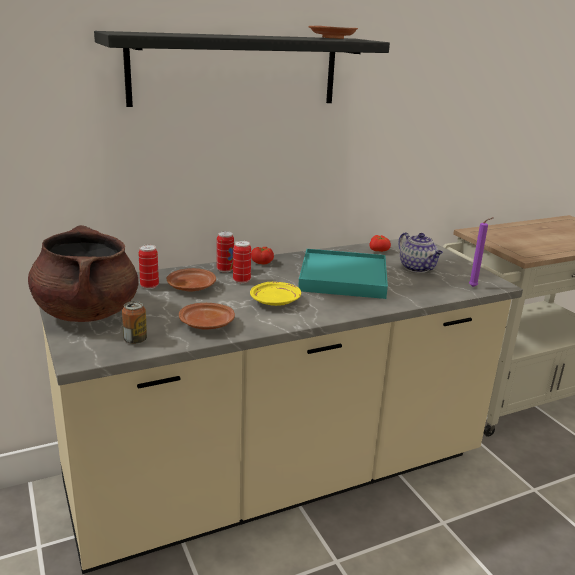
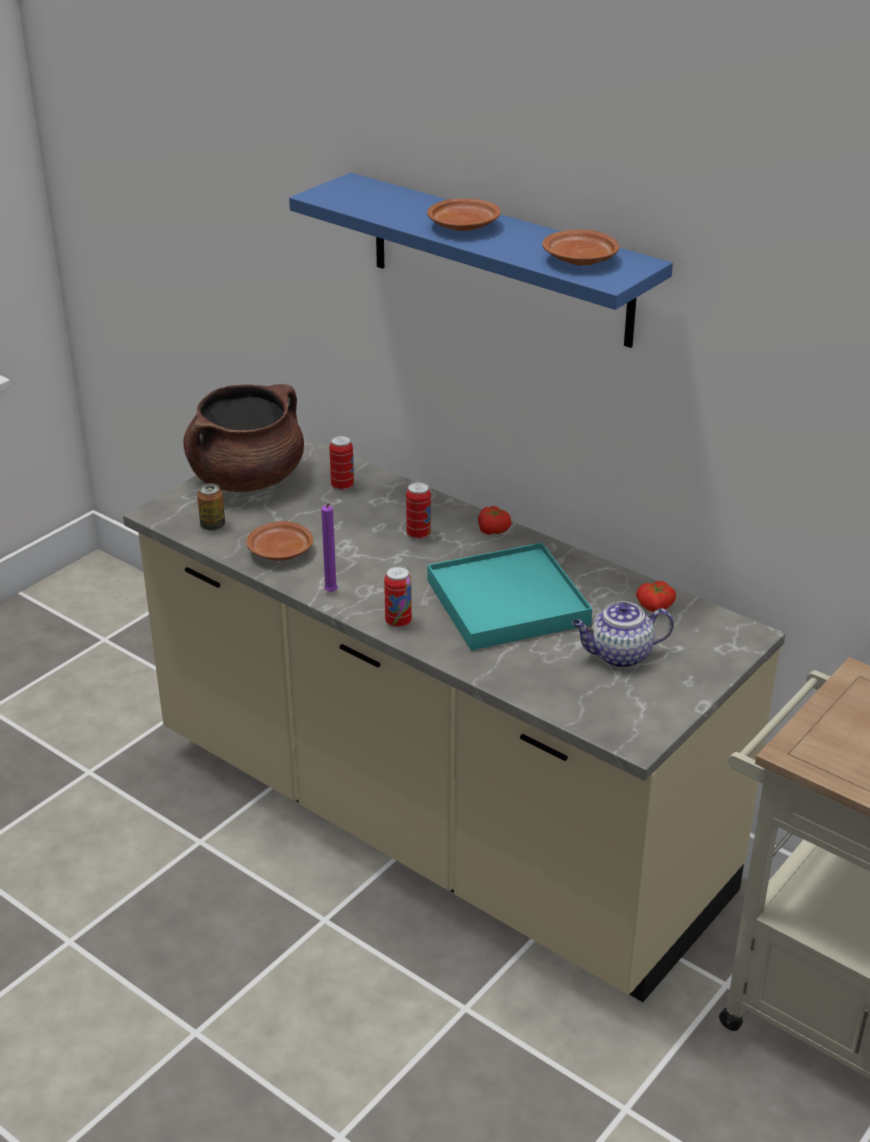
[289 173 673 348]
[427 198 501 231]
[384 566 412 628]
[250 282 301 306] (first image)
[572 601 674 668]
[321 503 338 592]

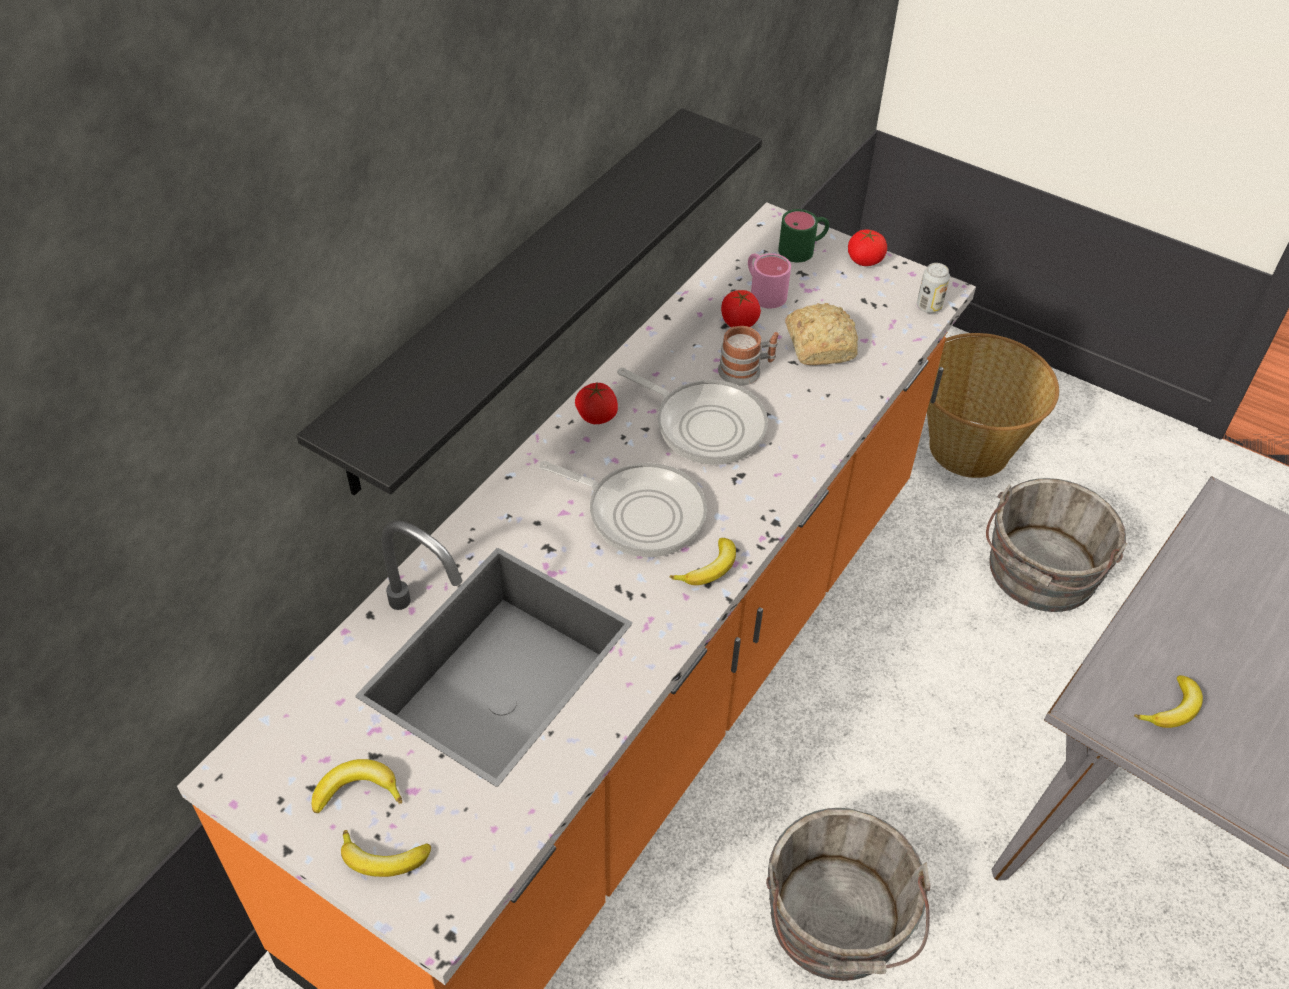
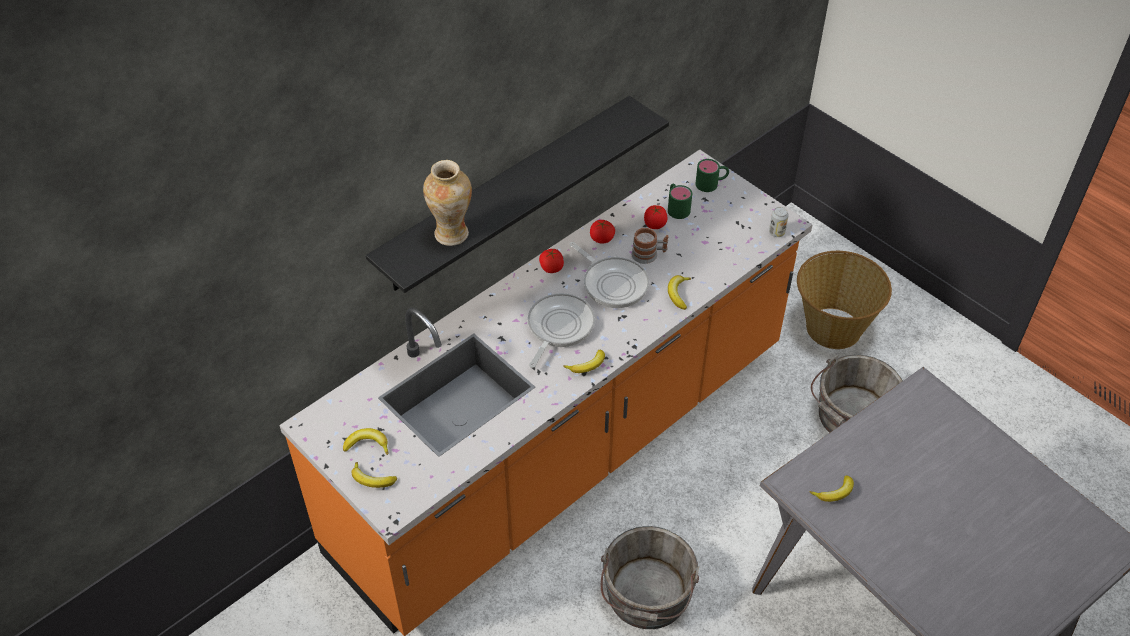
[528 293 595 368]
[668 184 692 219]
[785 303 858 365] (first image)
[590 220 615 244]
[423 160 472 246]
[668 275 691 310]

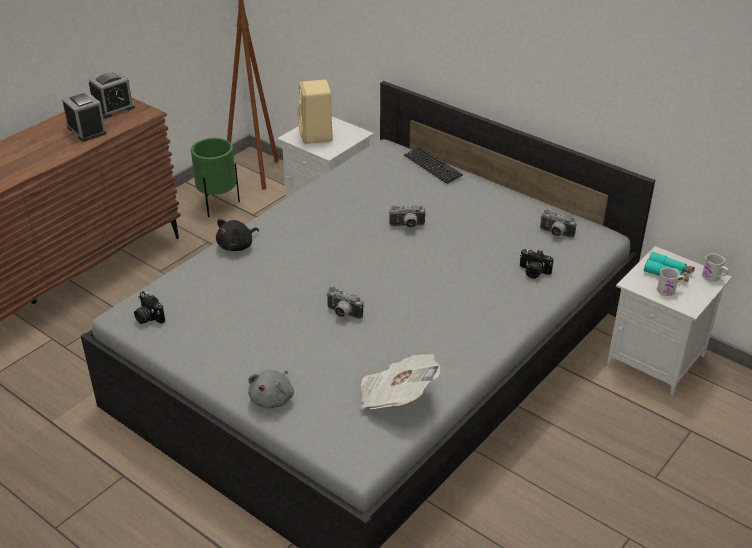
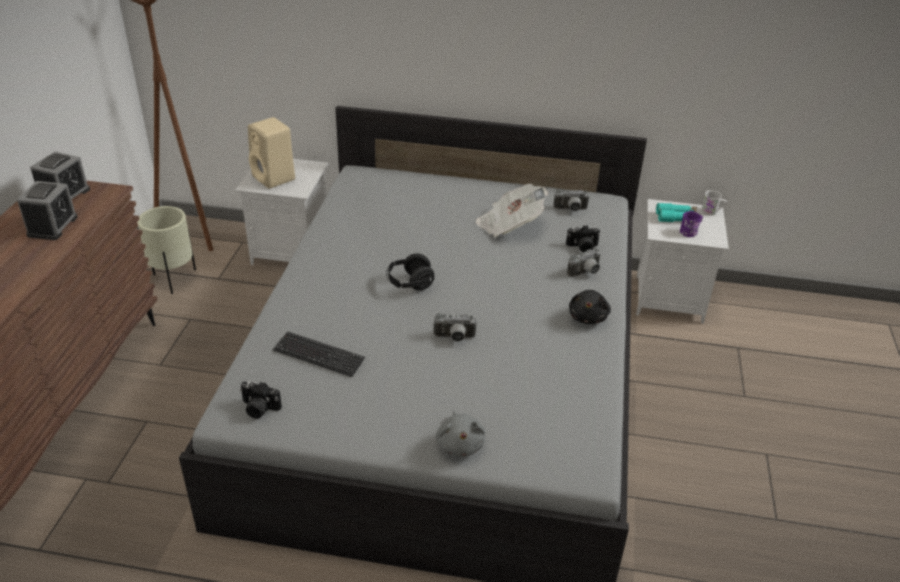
[17 181 78 240]
[137 206 196 294]
[569 290 611 324]
[476 184 548 237]
[567 248 601 277]
[273 331 365 377]
[680 211 703 237]
[386 253 434 291]

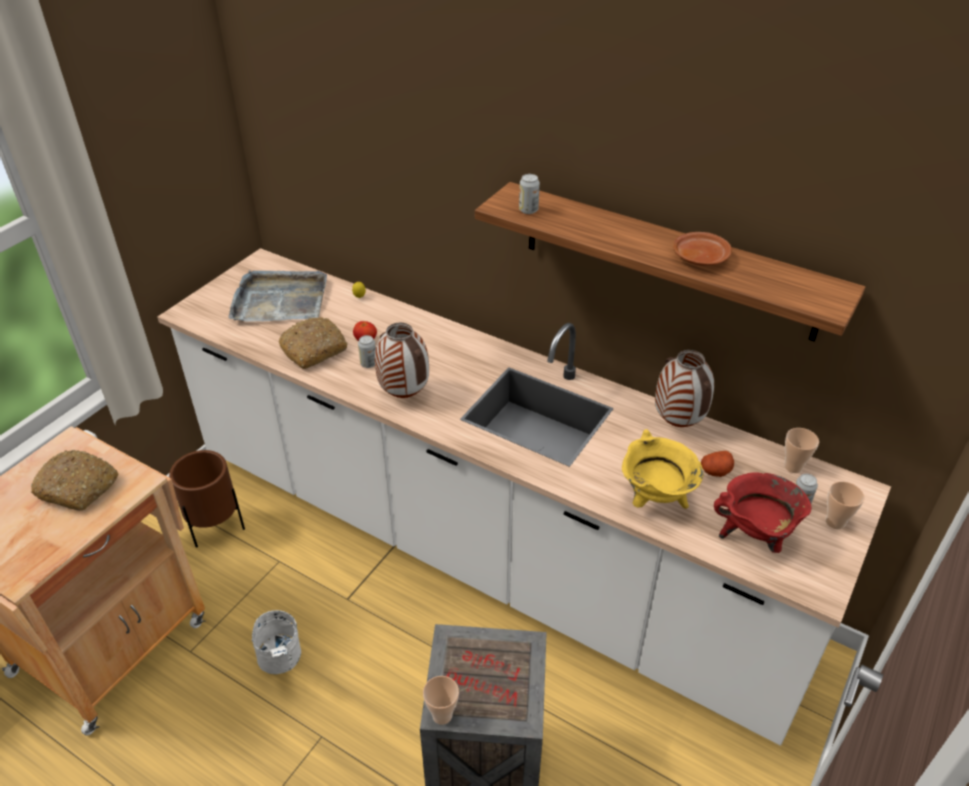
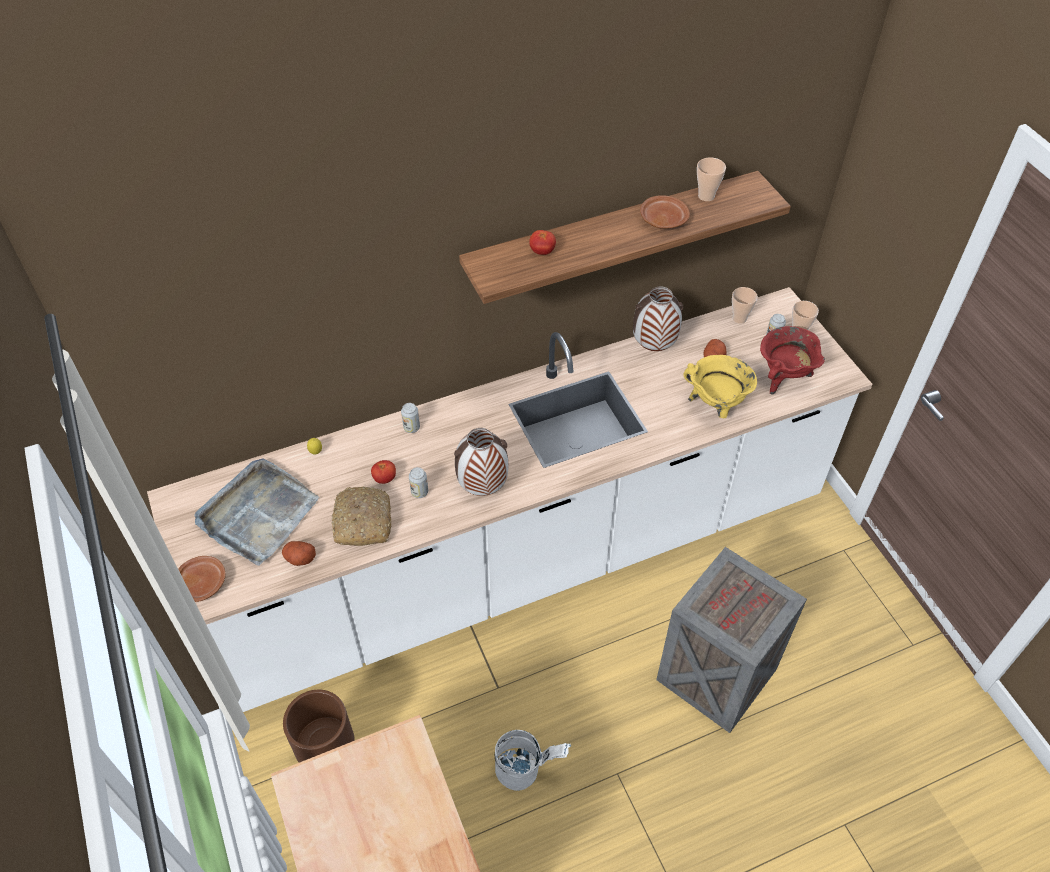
[31 450 118 511] (first image)
[697 158 726 201]
[401 403 420 433]
[178 556 225 602]
[282 541 316 566]
[529 230 556 255]

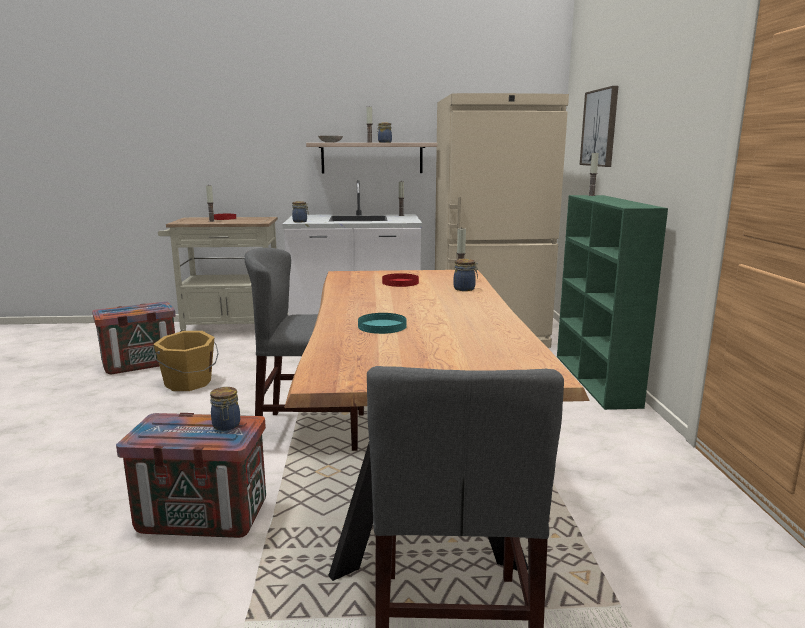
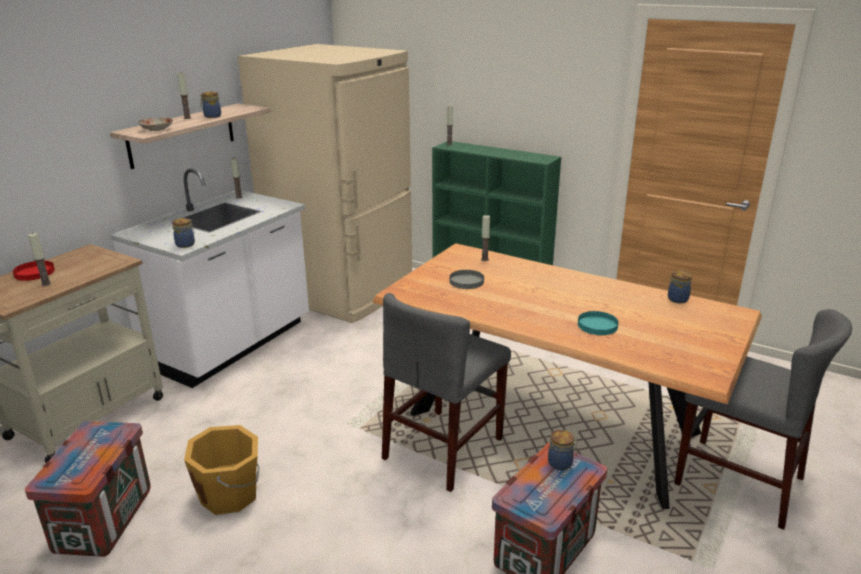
[450 270 484 289]
[668 271 692 303]
[580 86 618 167] (first image)

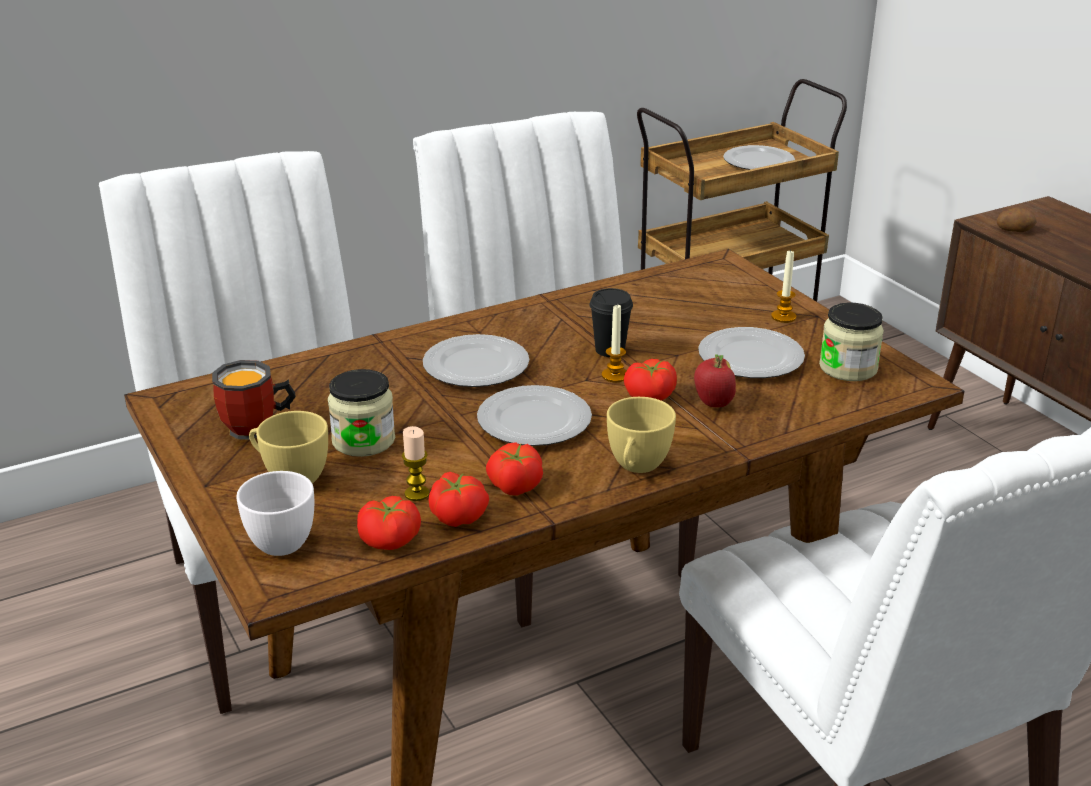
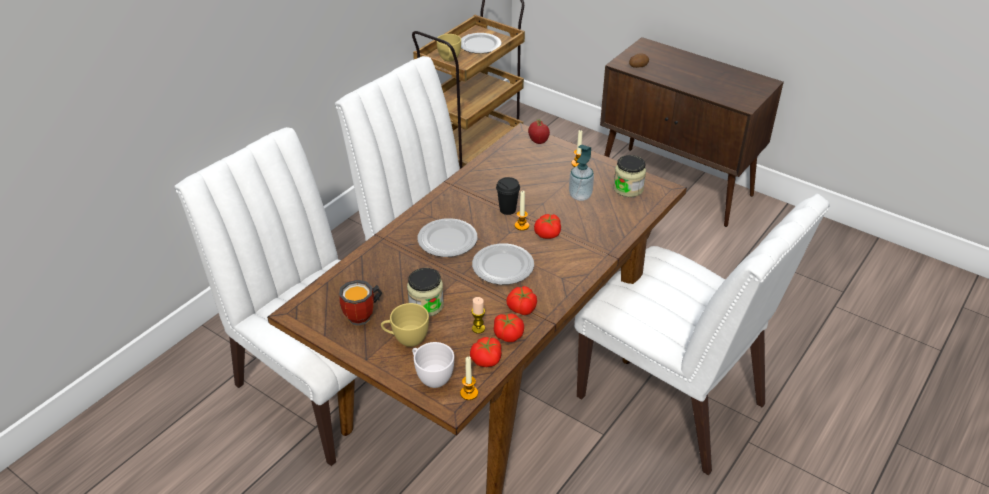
[437 34 461 62]
[528 119 550 144]
[569 145 594 201]
[460 356 478 400]

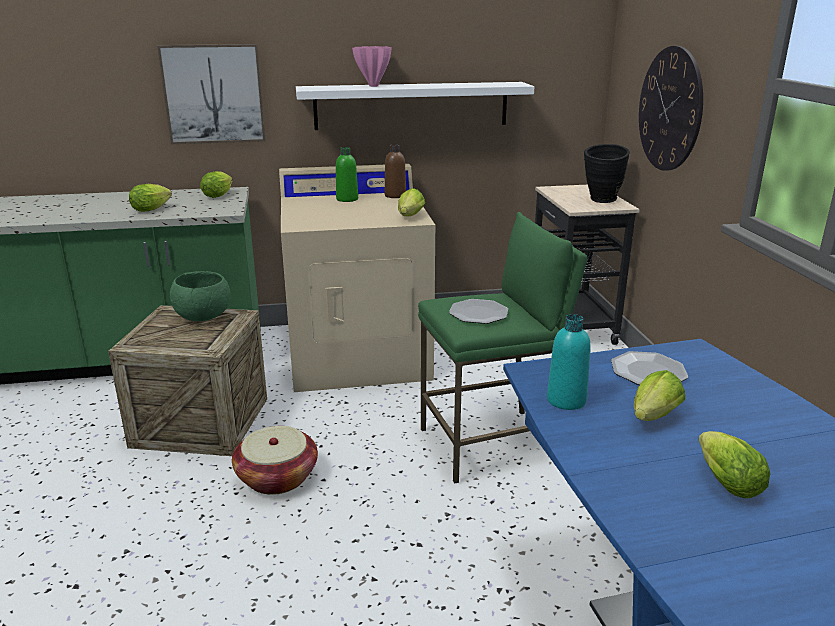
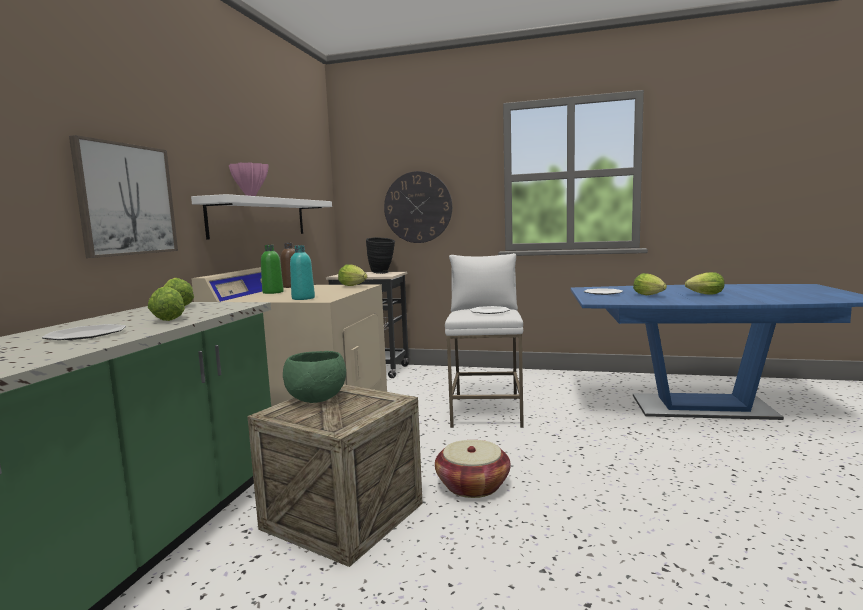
[445 253 524 428]
[290 245 315 300]
[42 324 126 340]

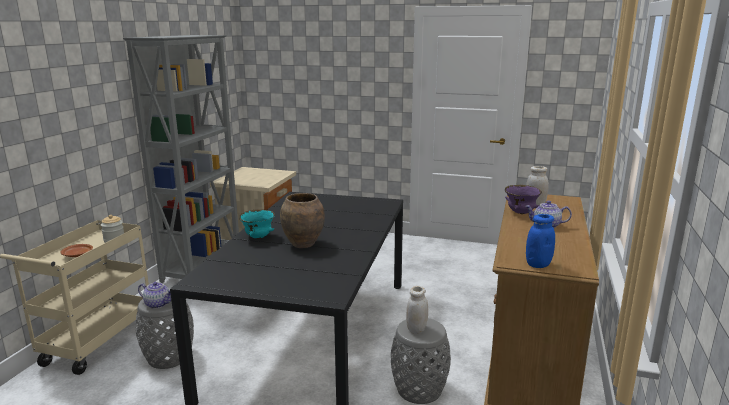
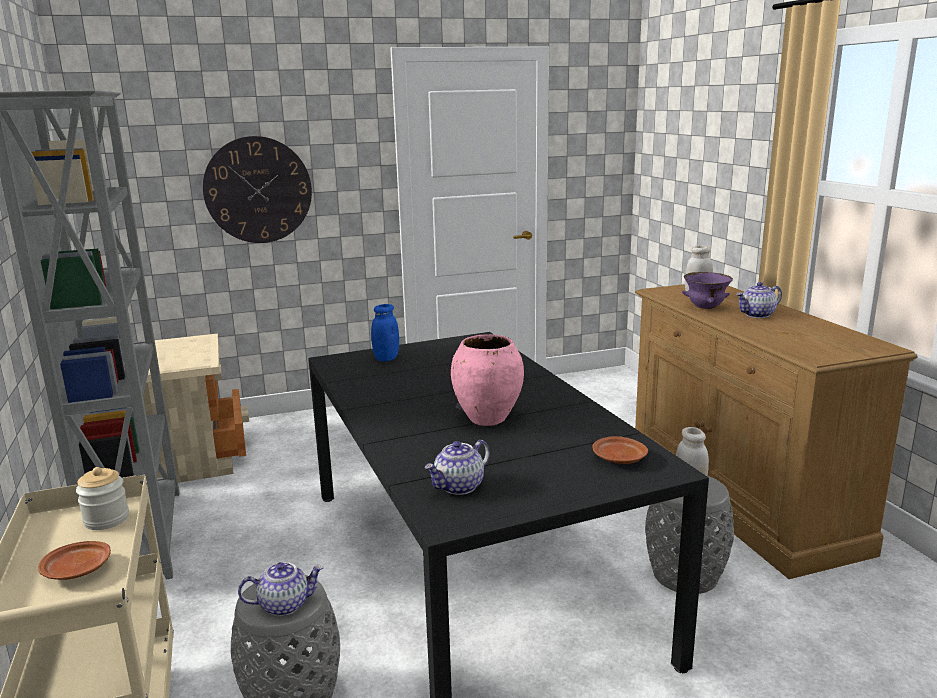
[239 209 275 239] (first image)
[451 334 524 426]
[371 304 399 361]
[203 136 312 243]
[424 440 490 495]
[593 436 648 464]

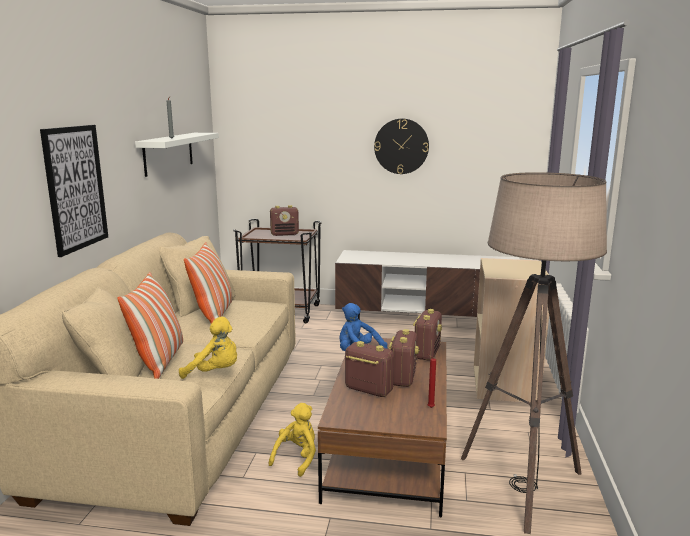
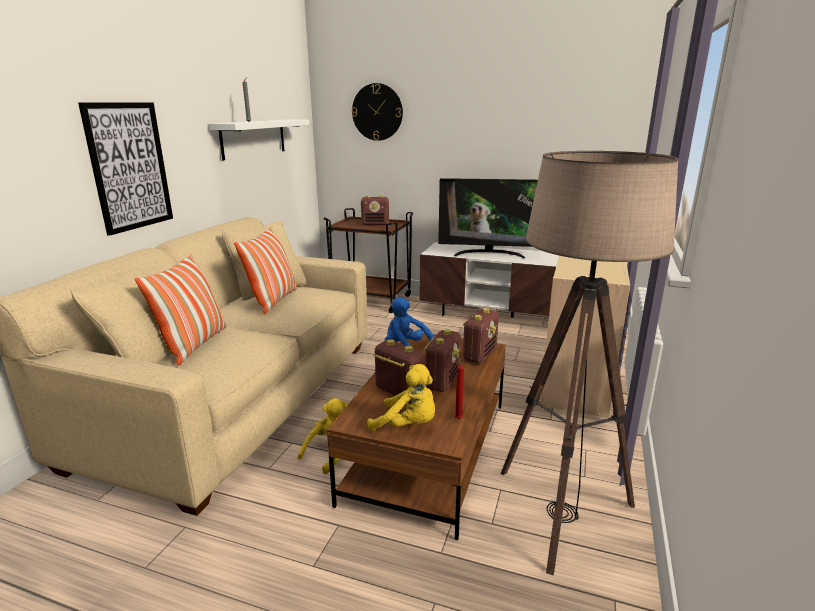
[367 364 435 432]
[352 83 403 141]
[438 178 538 258]

